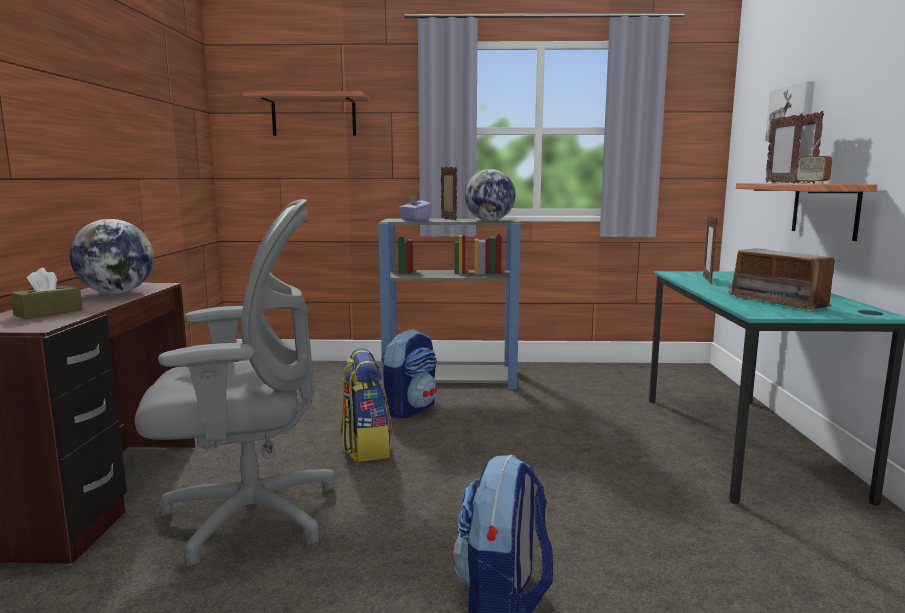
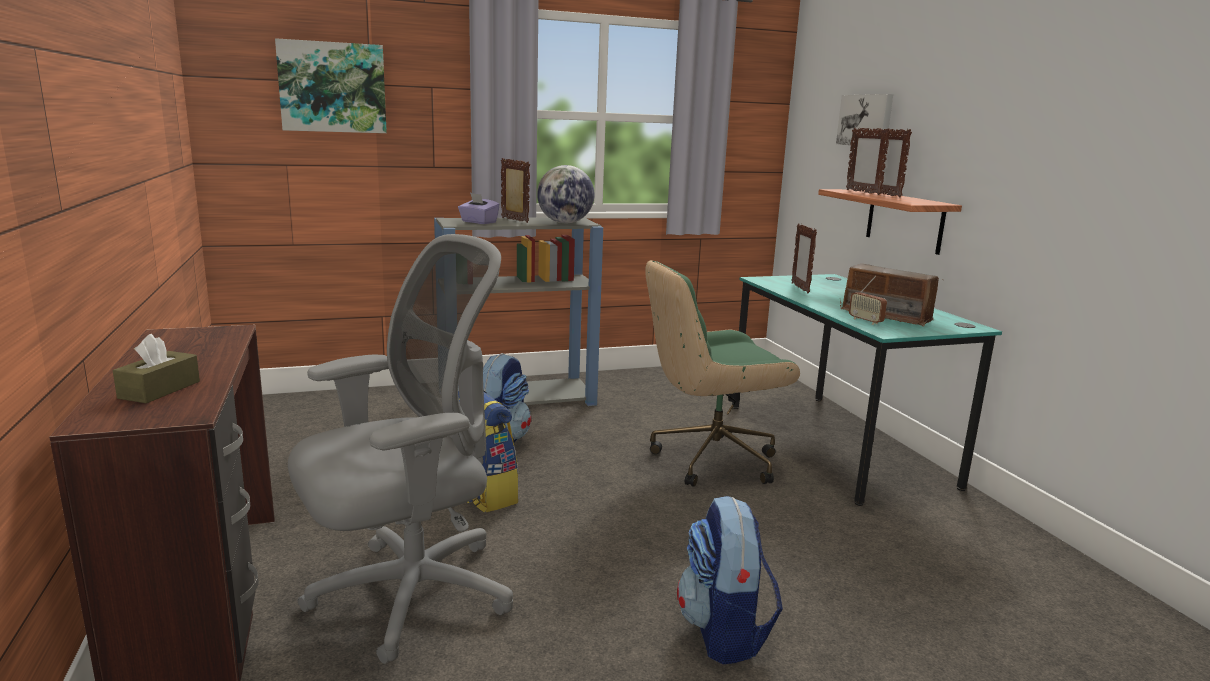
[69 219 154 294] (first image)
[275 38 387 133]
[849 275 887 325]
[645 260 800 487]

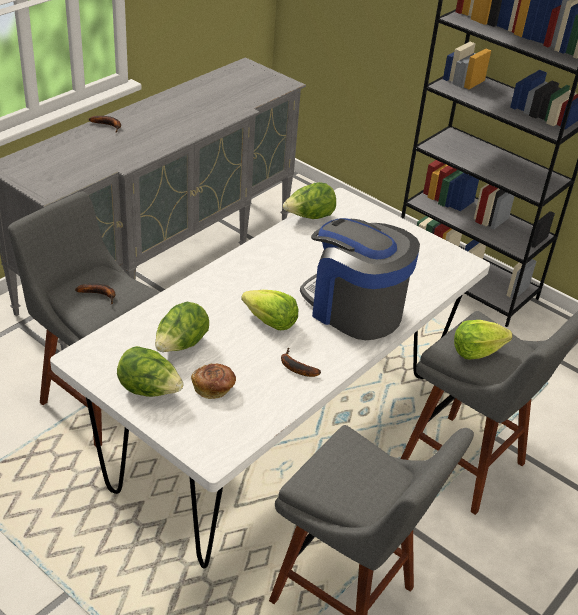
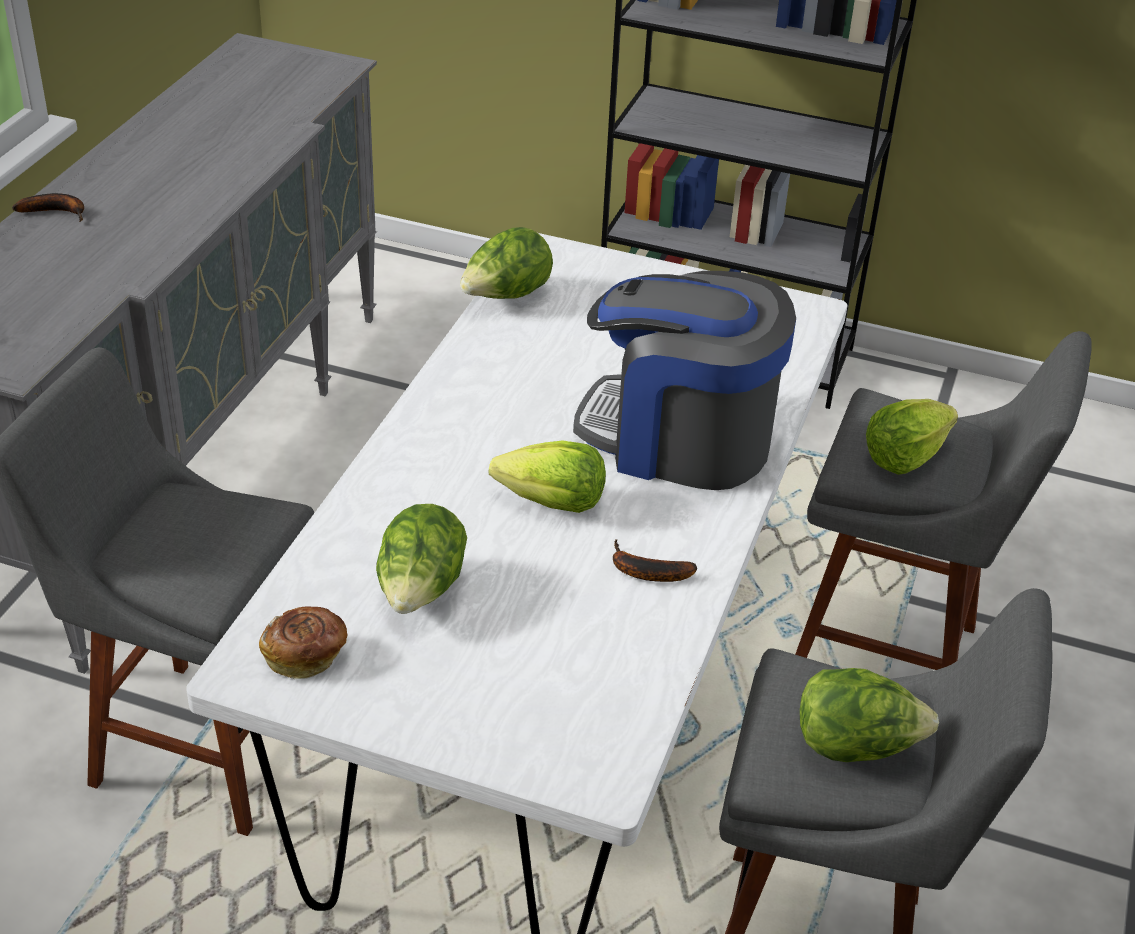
[75 284 115 304] (first image)
[800 668 939 762]
[259 606 348 679]

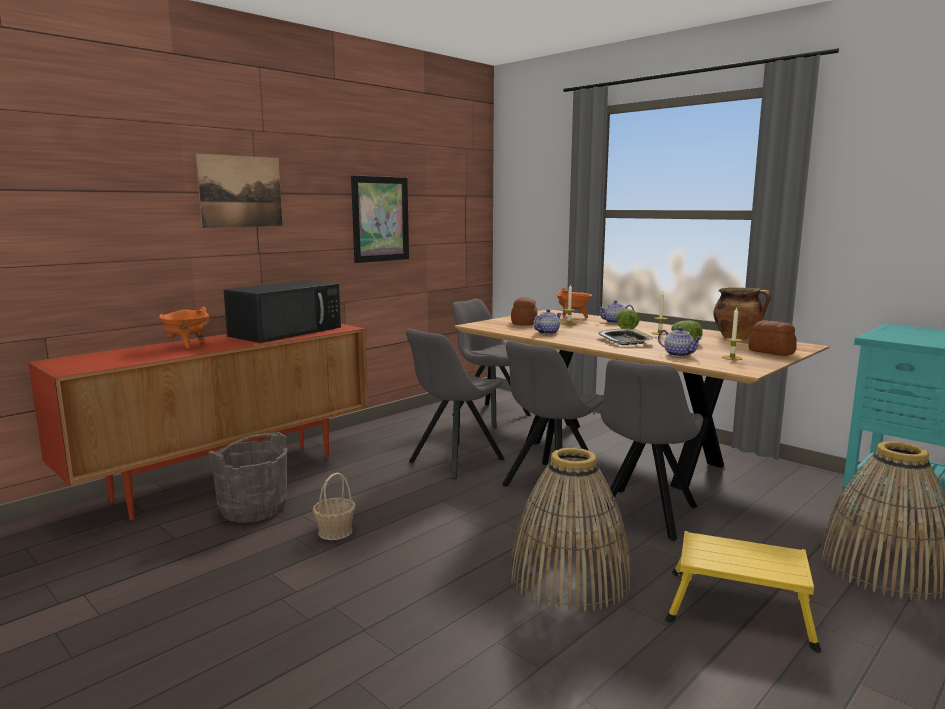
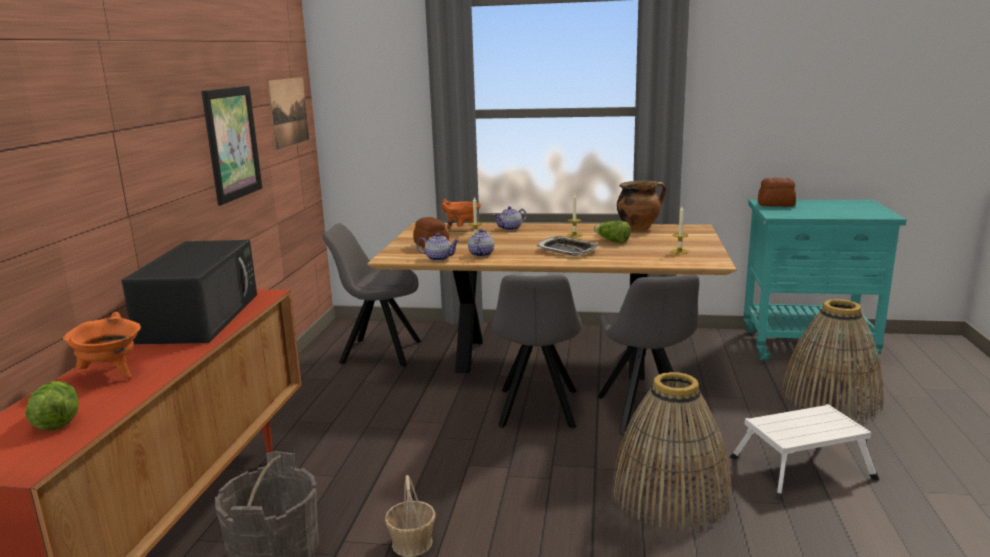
[267 77 309 150]
[406 329 504 479] (first image)
[25 381 79 431]
[417 233 460 261]
[729 404 879 501]
[758 178 796 207]

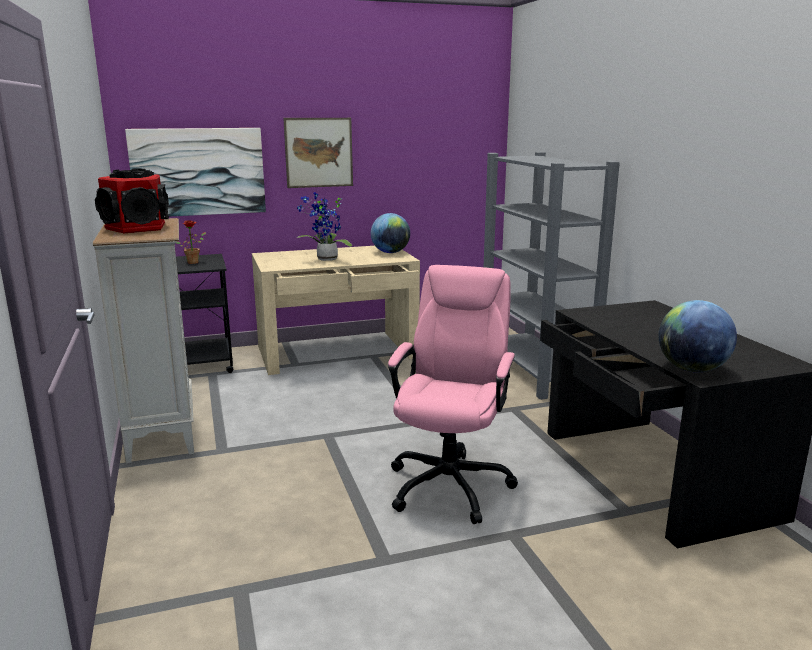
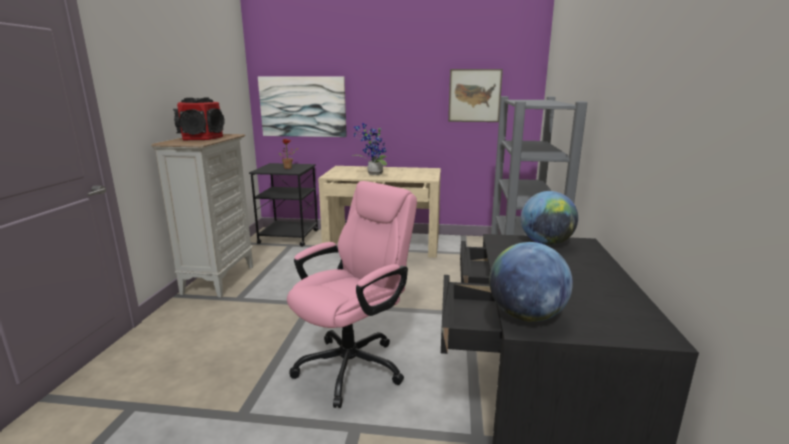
[448 69 503 122]
[521 191 578 245]

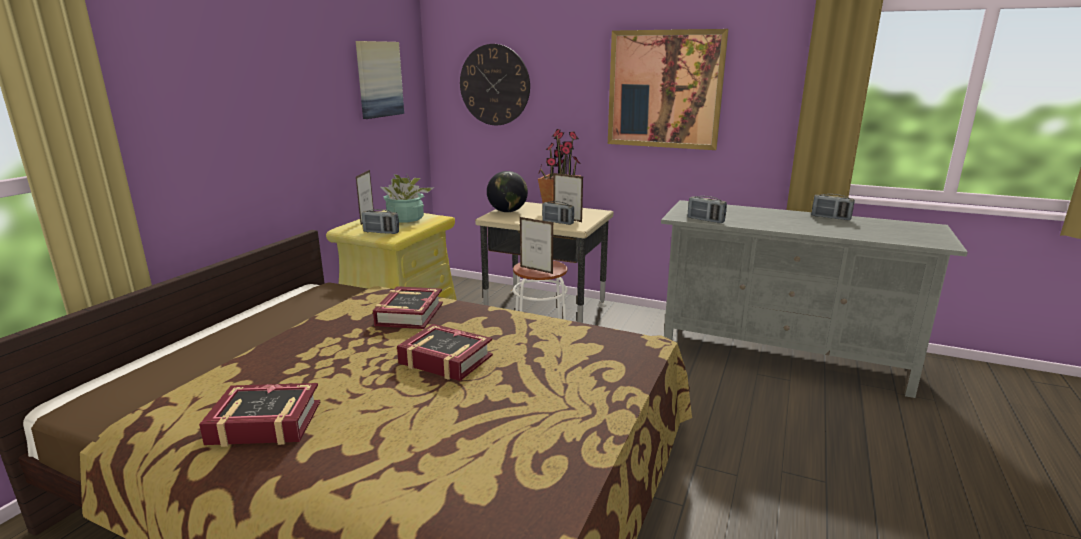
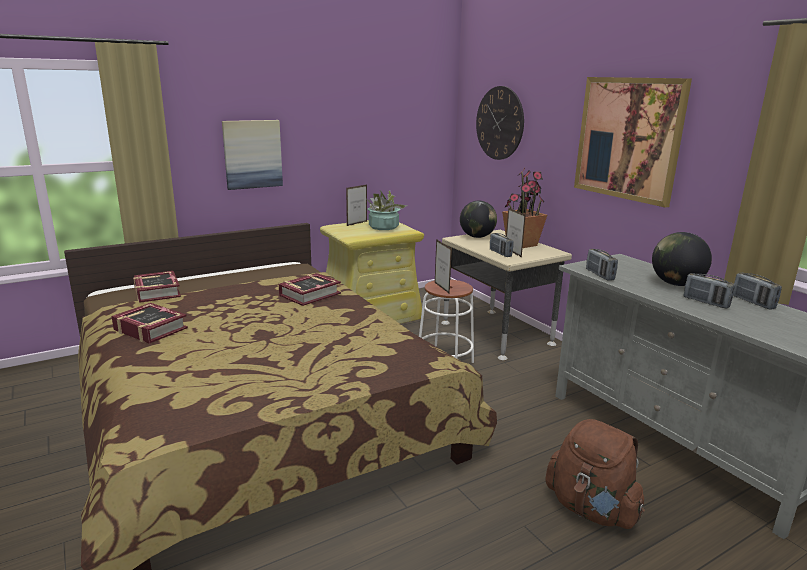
[222 120 283 190]
[683 273 735 308]
[133 271 181 303]
[546 419 645 529]
[652 232 712 286]

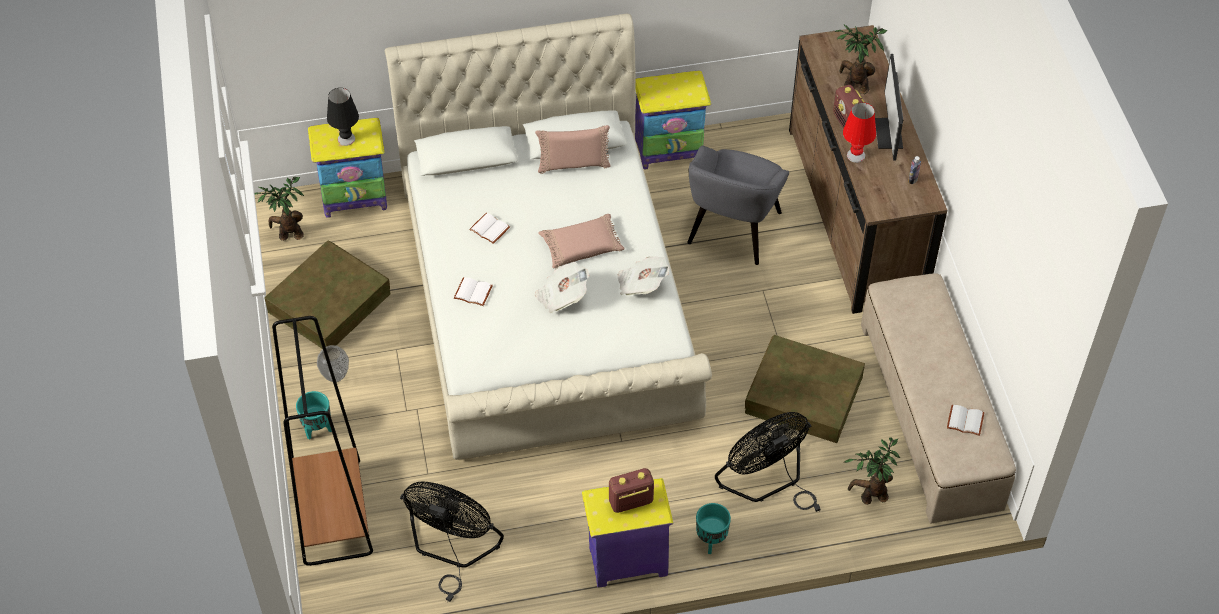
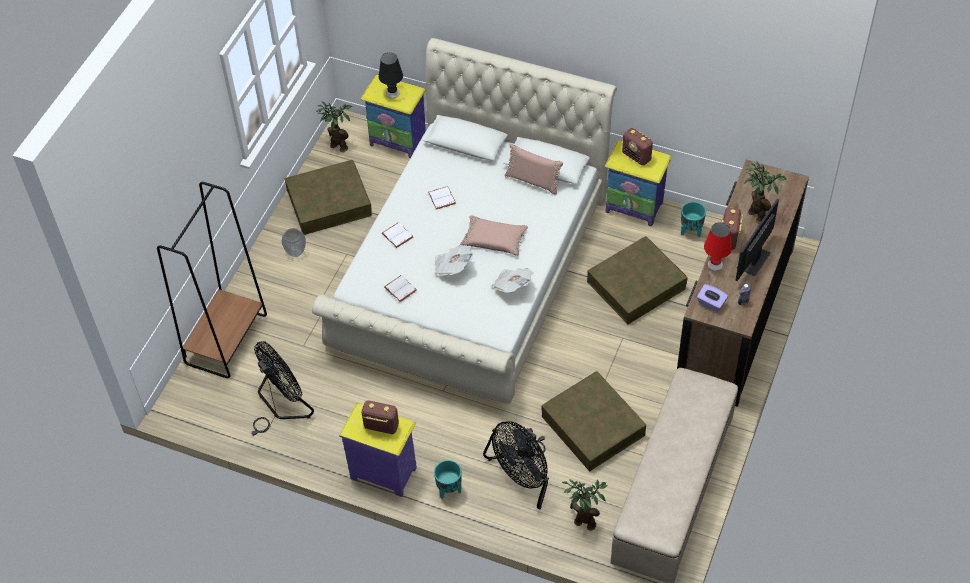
[681 202 706 237]
[587 236 688 324]
[483 421 549 509]
[384 275 417 302]
[622 128 653 166]
[697 284 728 312]

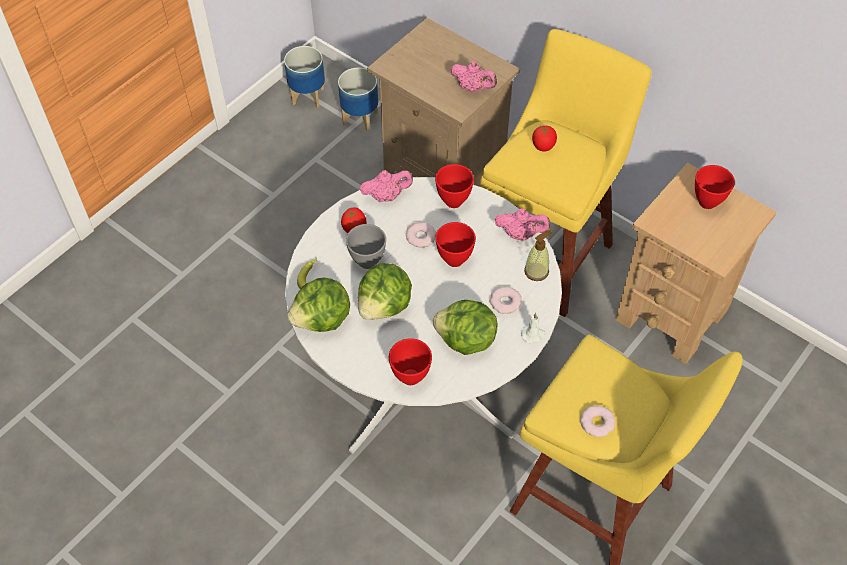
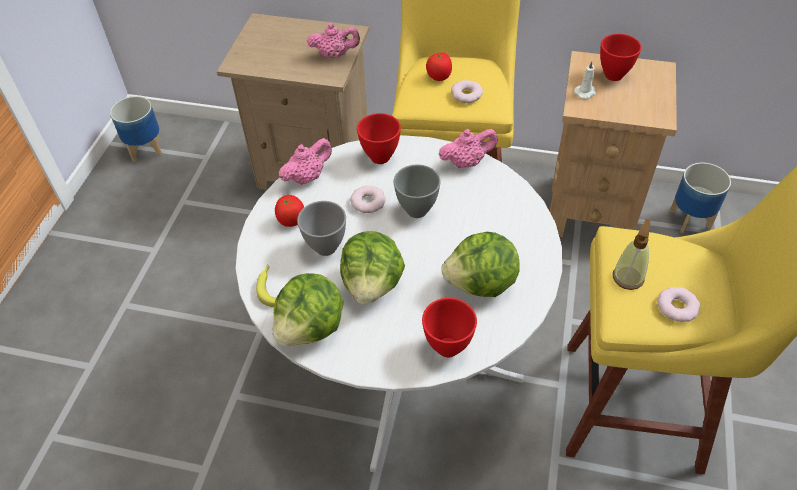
[670 162 731 233]
[394 165 441 218]
[451 80 483 103]
[574 61 596 99]
[613 219 650 290]

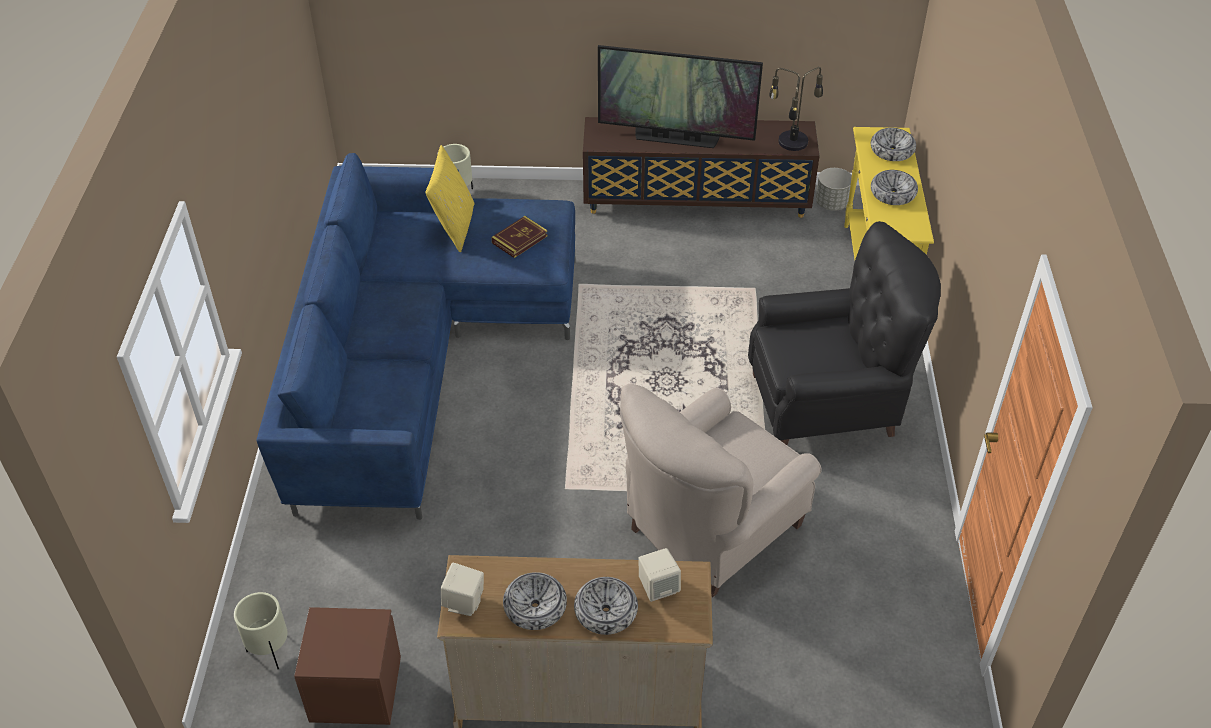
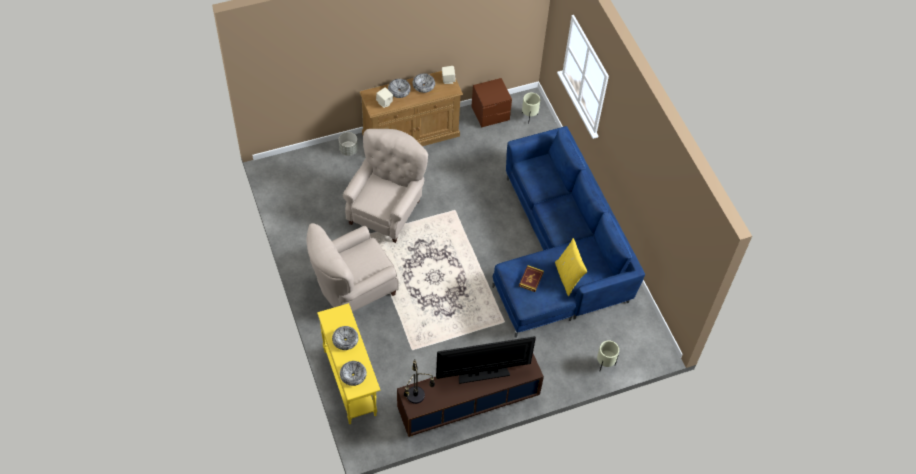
[307 223 399 312]
[339 132 358 156]

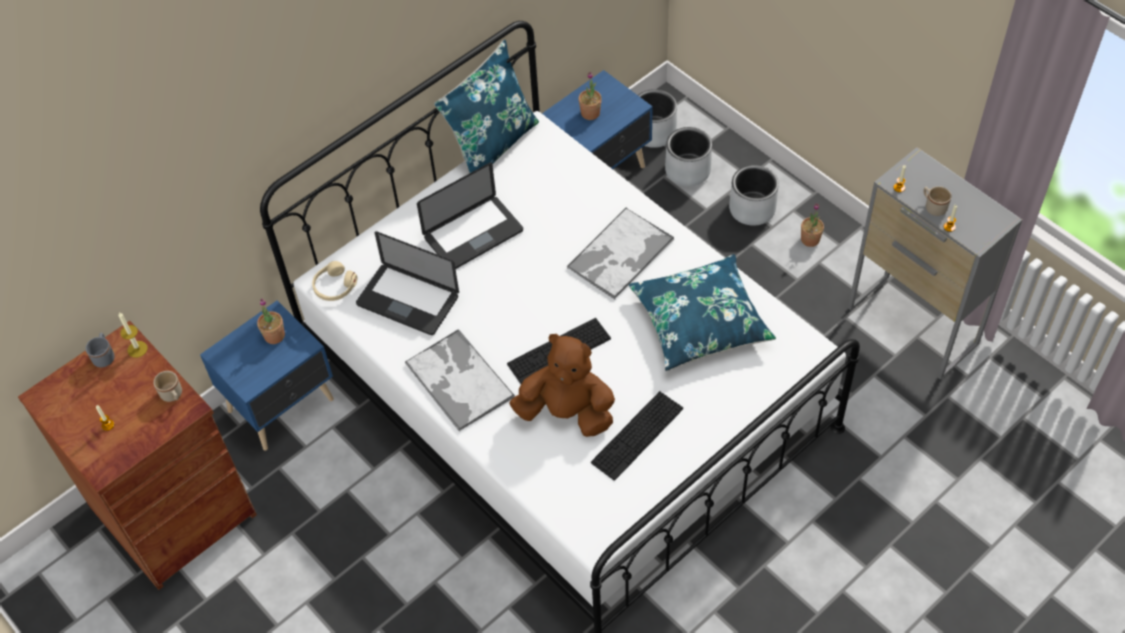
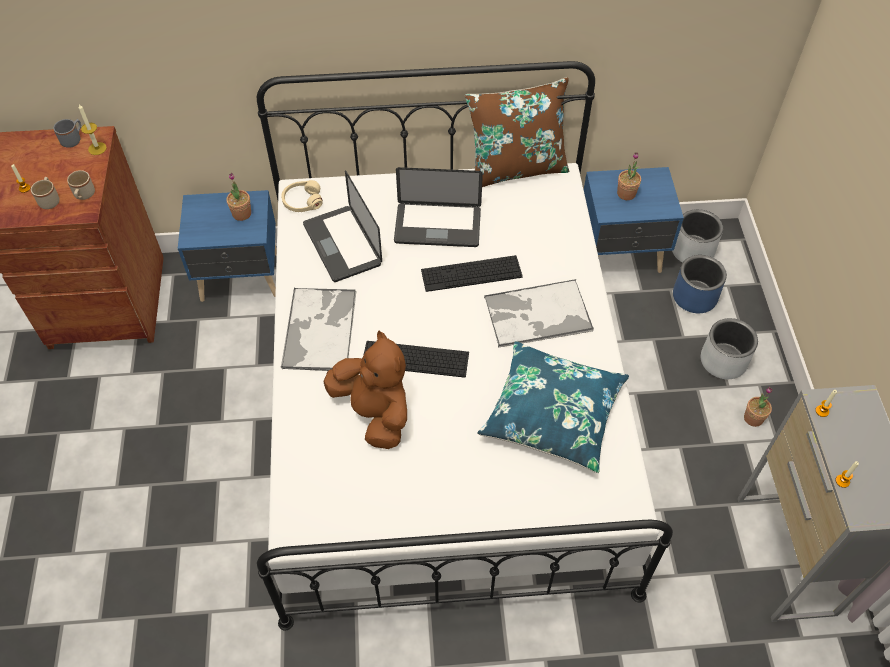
[465 77 569 187]
[421 255 523 292]
[673 255 727 313]
[31 177 60 209]

